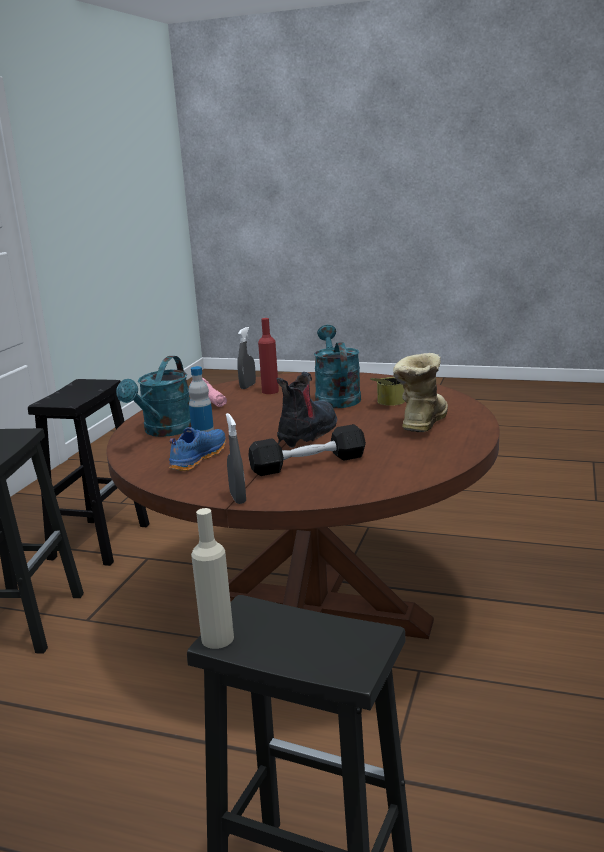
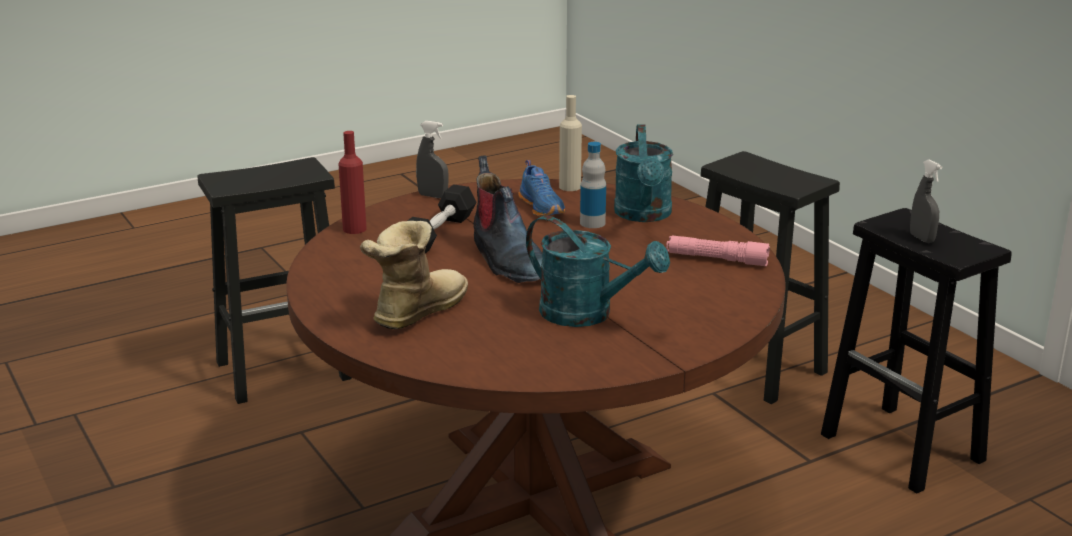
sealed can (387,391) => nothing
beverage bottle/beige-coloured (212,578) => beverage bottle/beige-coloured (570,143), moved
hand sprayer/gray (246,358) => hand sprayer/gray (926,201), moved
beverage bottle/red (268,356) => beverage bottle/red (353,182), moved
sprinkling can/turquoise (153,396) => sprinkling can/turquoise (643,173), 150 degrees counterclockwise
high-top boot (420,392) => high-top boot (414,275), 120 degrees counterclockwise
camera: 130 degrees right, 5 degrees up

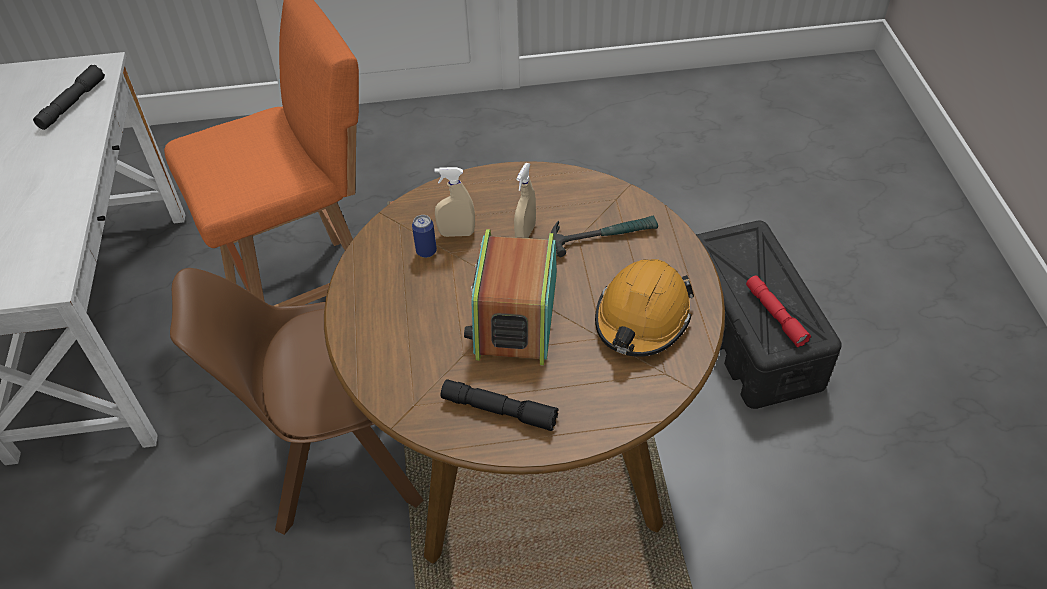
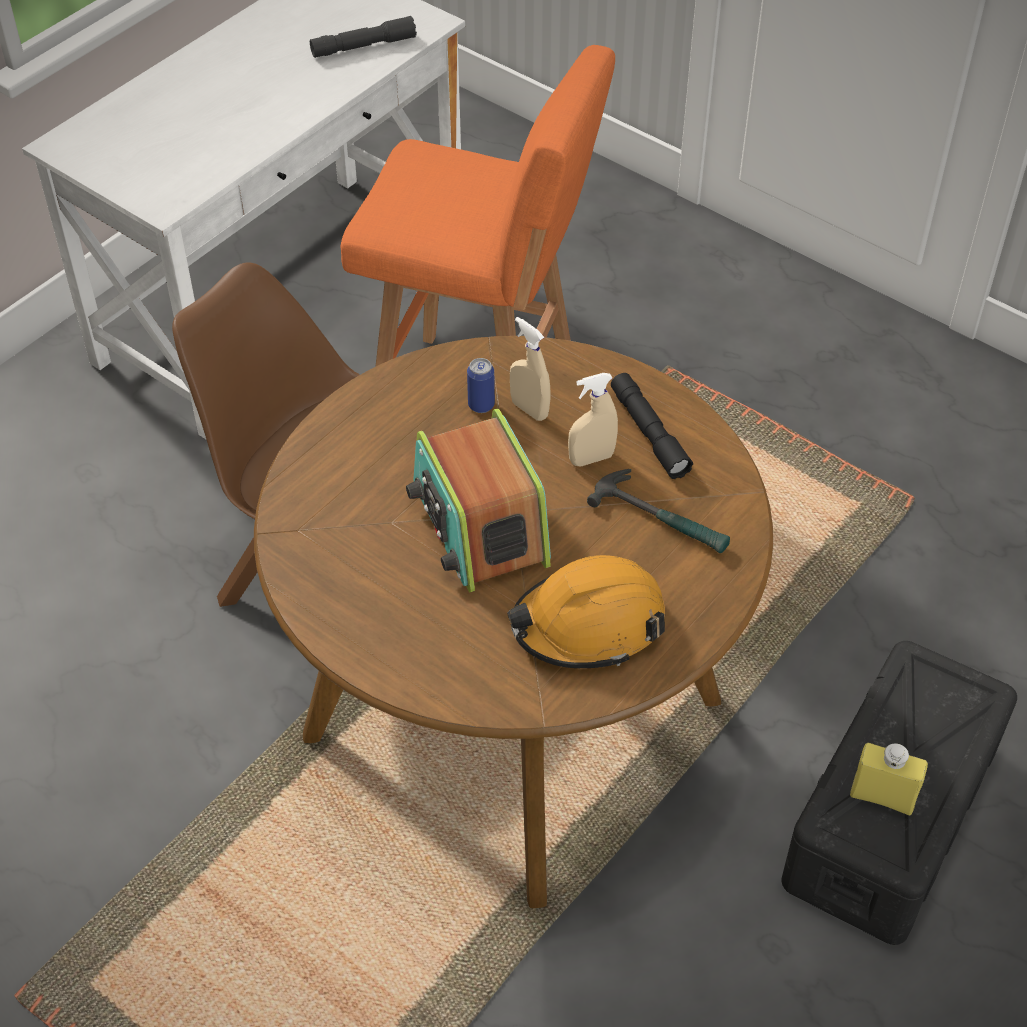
torch/black (500,405) => torch/black (652,426), moved
torch/red (778,311) => beverage bottle/yellowish (889,779)
radio (510,297) => radio (478,500), 75 degrees counterclockwise
camera: 45 degrees right, 0 degrees up

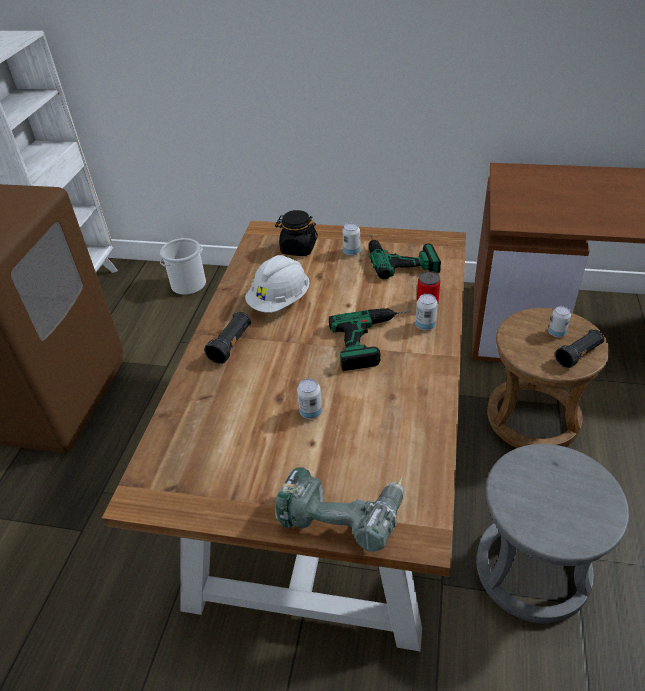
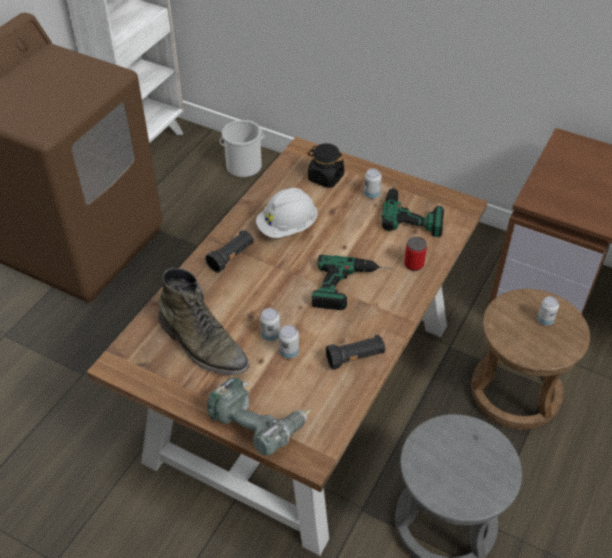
nothing => high-top boot/green (204,321)
sealed can (427,312) => sealed can (289,342), moved
torch/black (579,348) => torch/black (355,351), moved
camera: 15 degrees right, 5 degrees up

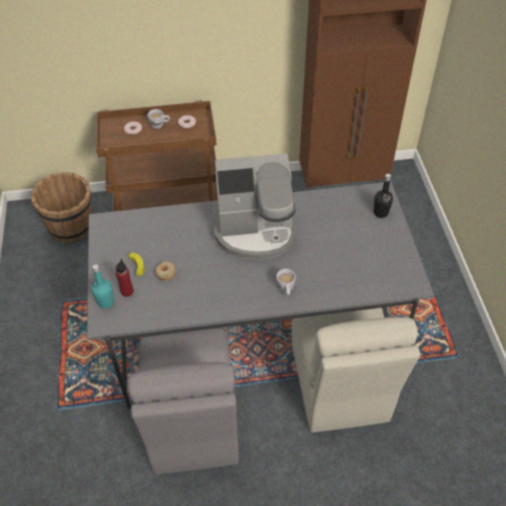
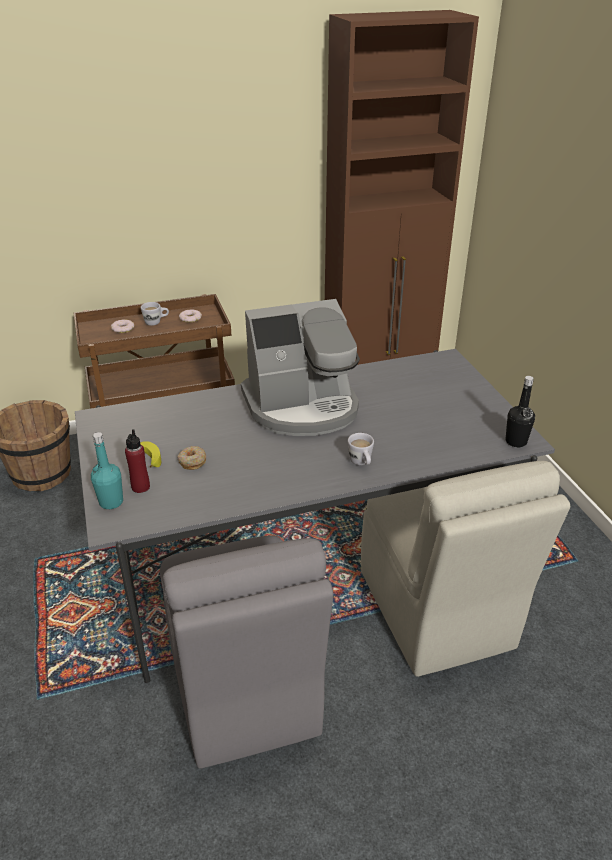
beverage bottle/black (383,196) => beverage bottle/black (520,411), moved
camera: 10 degrees left, 15 degrees down

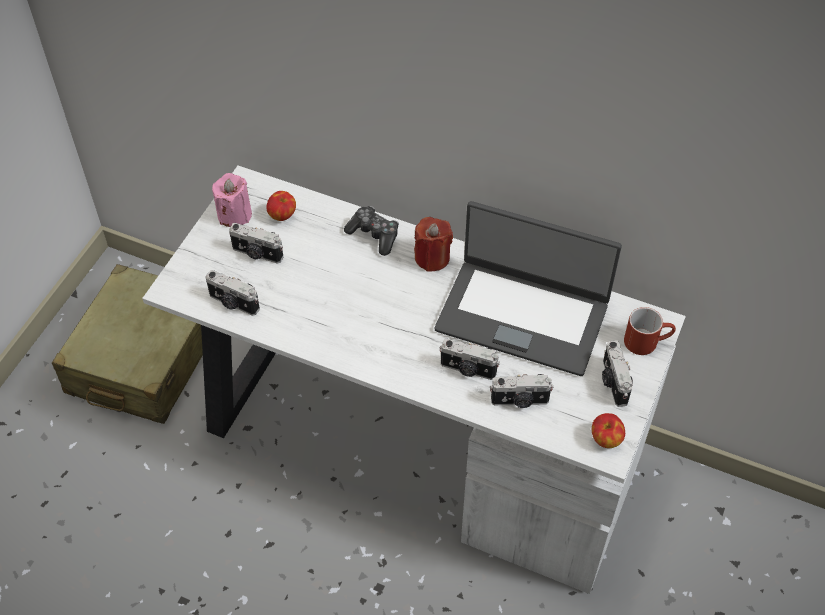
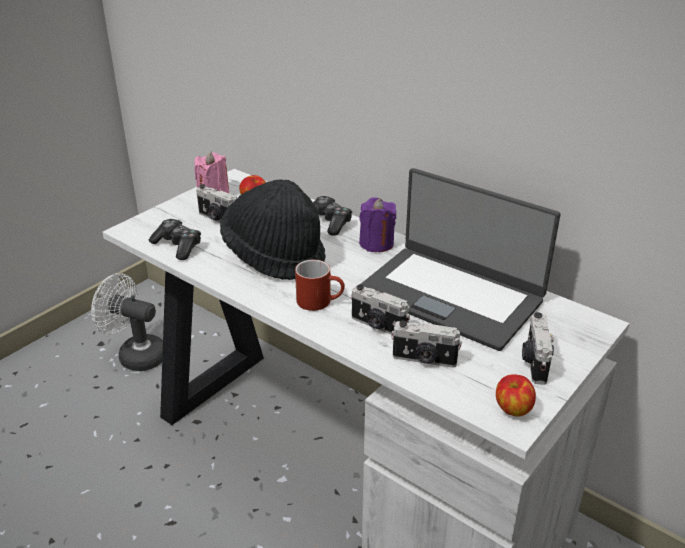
nothing => hat/black (273,229)
coffee mug/red (650,331) => coffee mug/red (320,285), moved
suitcase/beige-coloured (127,344) => electric fan/white-coloured (127,322)
photo camera (233,293) => game controller (175,239)
wax light/red (433,244) => wax light/purplish (378,224)
camera: 15 degrees right, 20 degrees down

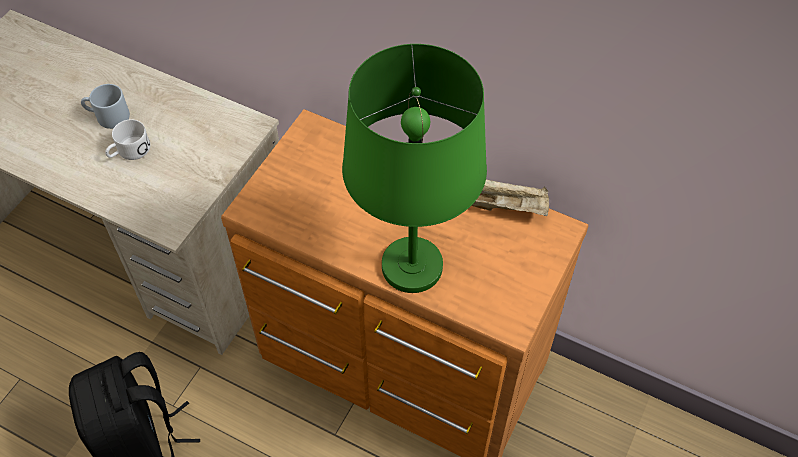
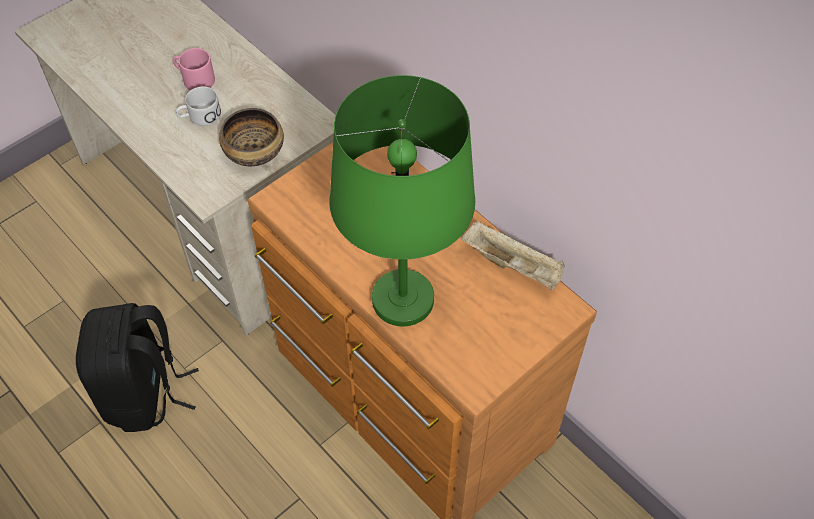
nothing => serving bowl (251,137)
coffee mug/gray (105,106) => coffee mug/pink-coloured (194,69)
camera: 20 degrees right, 0 degrees up

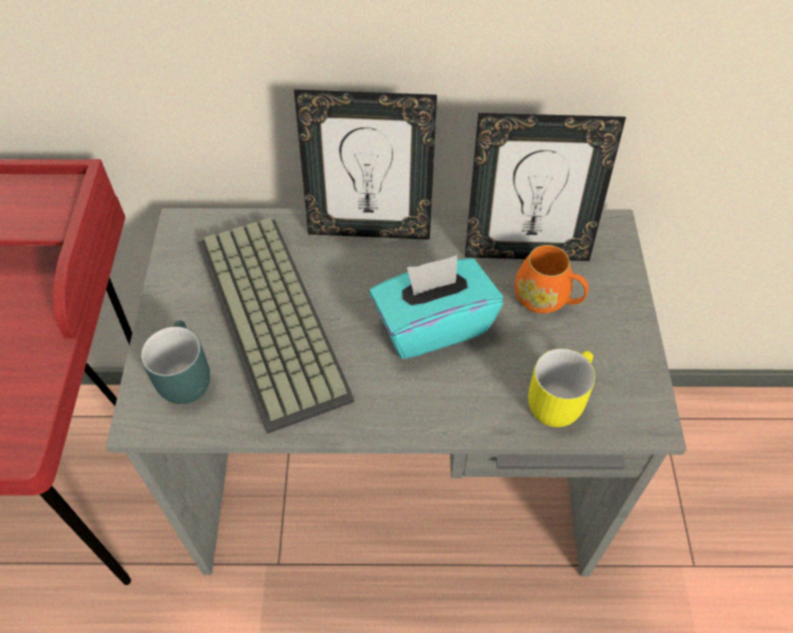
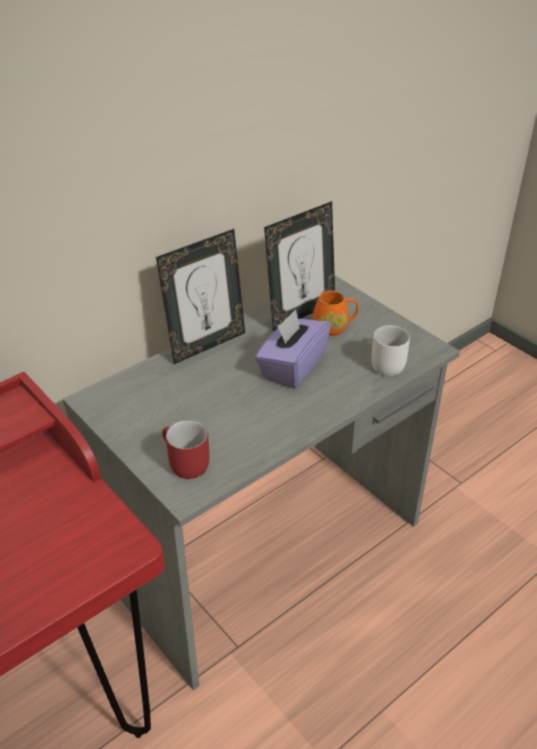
computer keyboard (276,326) => nothing
coffee mug/turquoise (175,362) => coffee mug/red (186,449)
box of tissues/turquoise (436,307) => box of tissues/purplish (293,349)
coffee mug/yellowish (561,387) => coffee mug/white-coloured (390,350)
camera: 40 degrees left, 15 degrees down

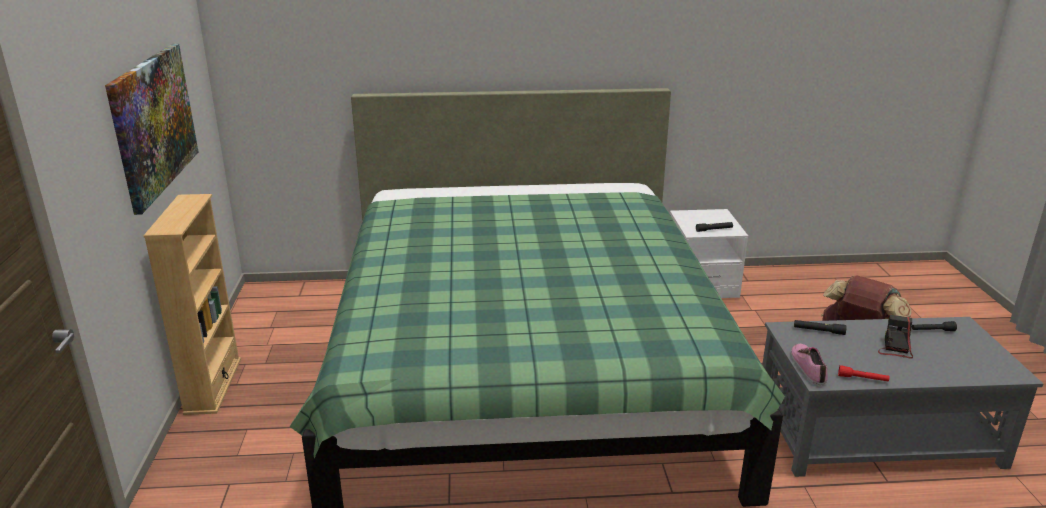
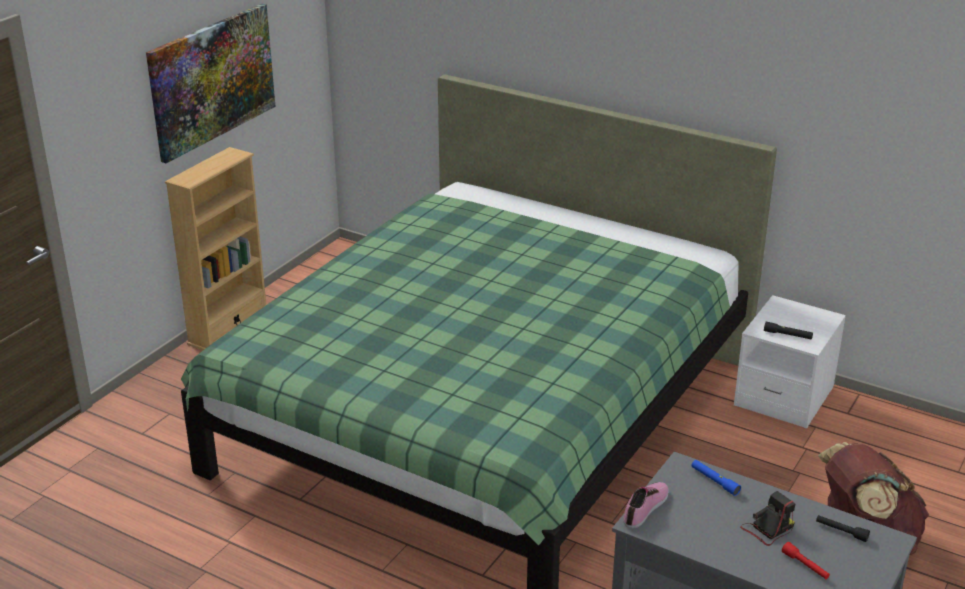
torch/red (863,373) => torch/red (806,560), moved
torch/black (820,327) => torch/blue (716,478)
camera: 35 degrees right, 5 degrees up

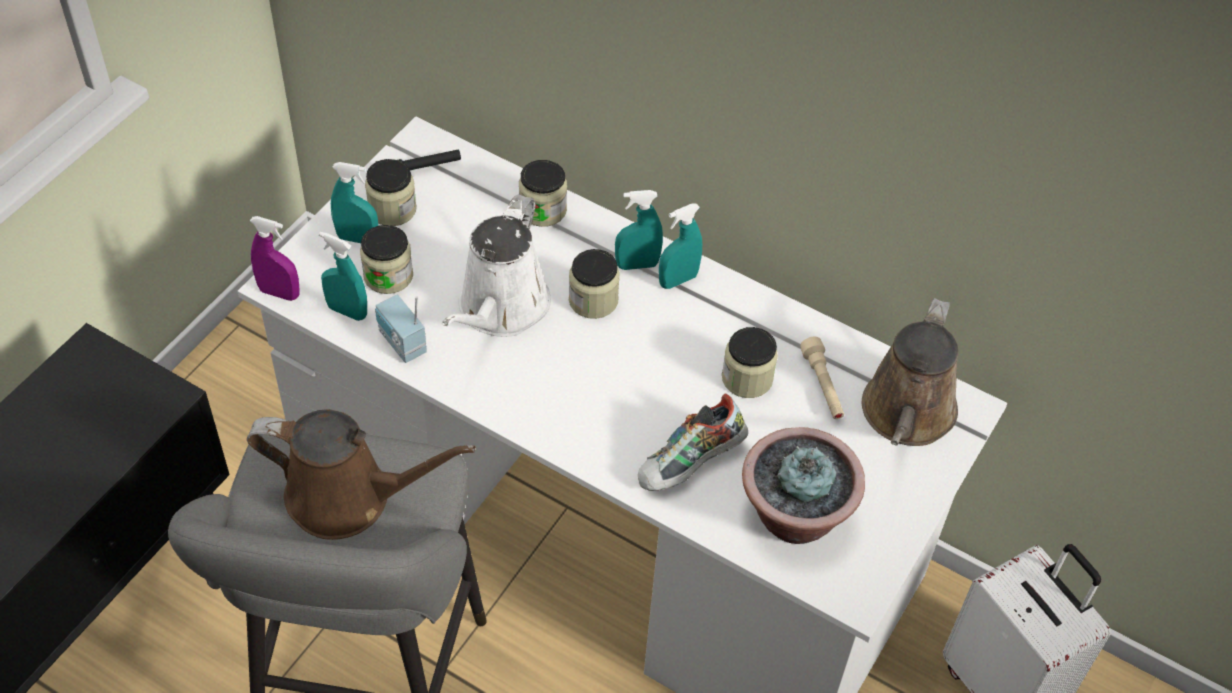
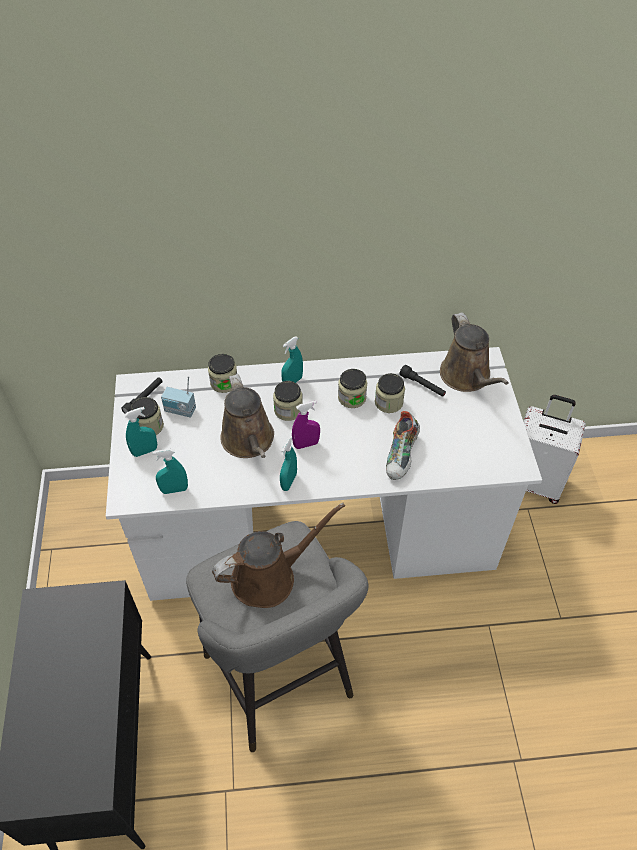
potted plant (803,485) => nothing
hand sprayer/purplish (274,258) => hand sprayer/purplish (306,425), moved
storage jar (386,259) => storage jar (352,388), moved
radio (401,328) => radio (178,397), moved
hand sprayer/turquoise (680,246) => hand sprayer/turquoise (288,463), moved
sprinkling can/white-coloured (496,265) => sprinkling can/brownish (247,416)
torch/beige-coloured (822,378) => torch/black (422,381)
camera: 35 degrees left, 0 degrees up

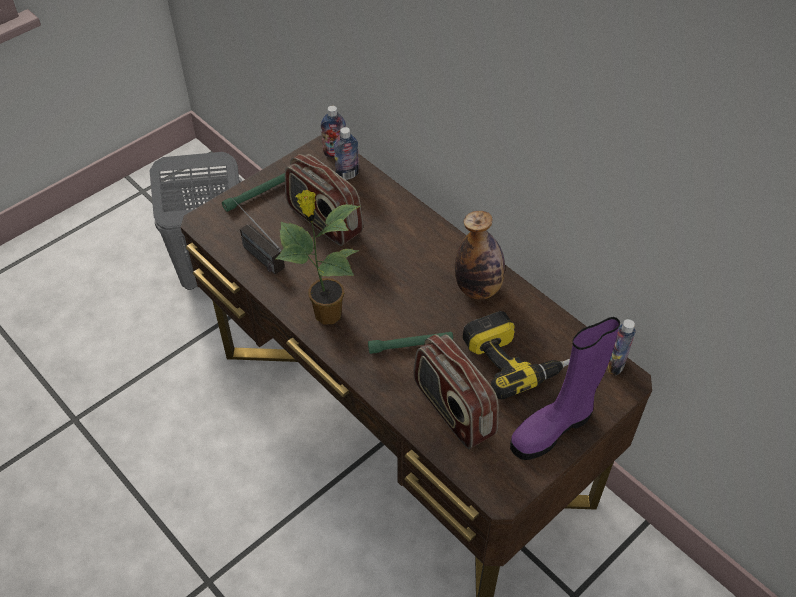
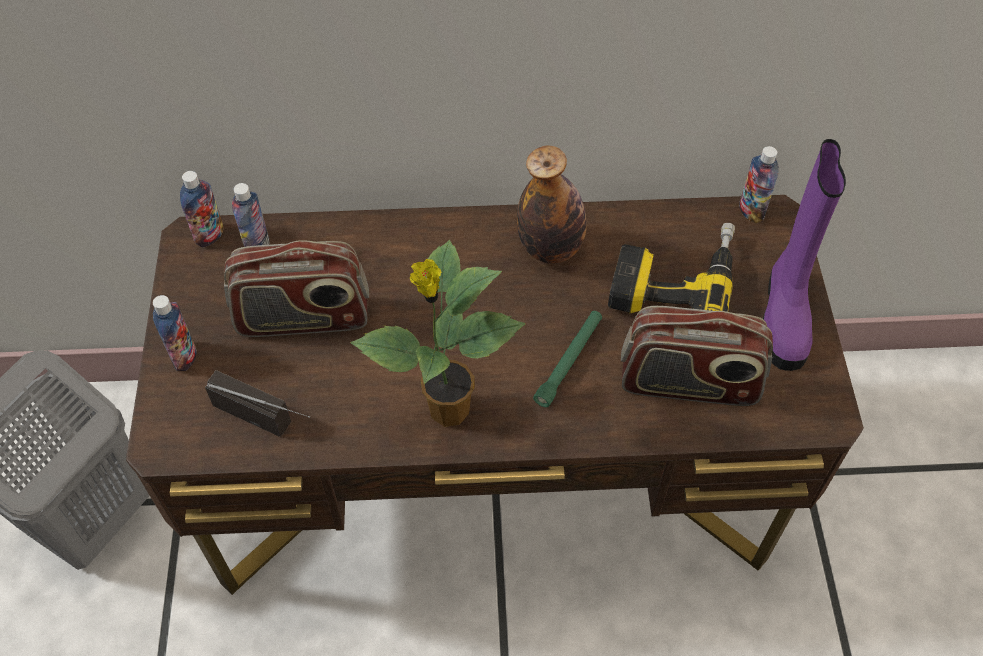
torch/green (253,192) => beverage bottle (174,333)
radio (256,234) => radio (257,403), 150 degrees counterclockwise
camera: 50 degrees left, 5 degrees up

